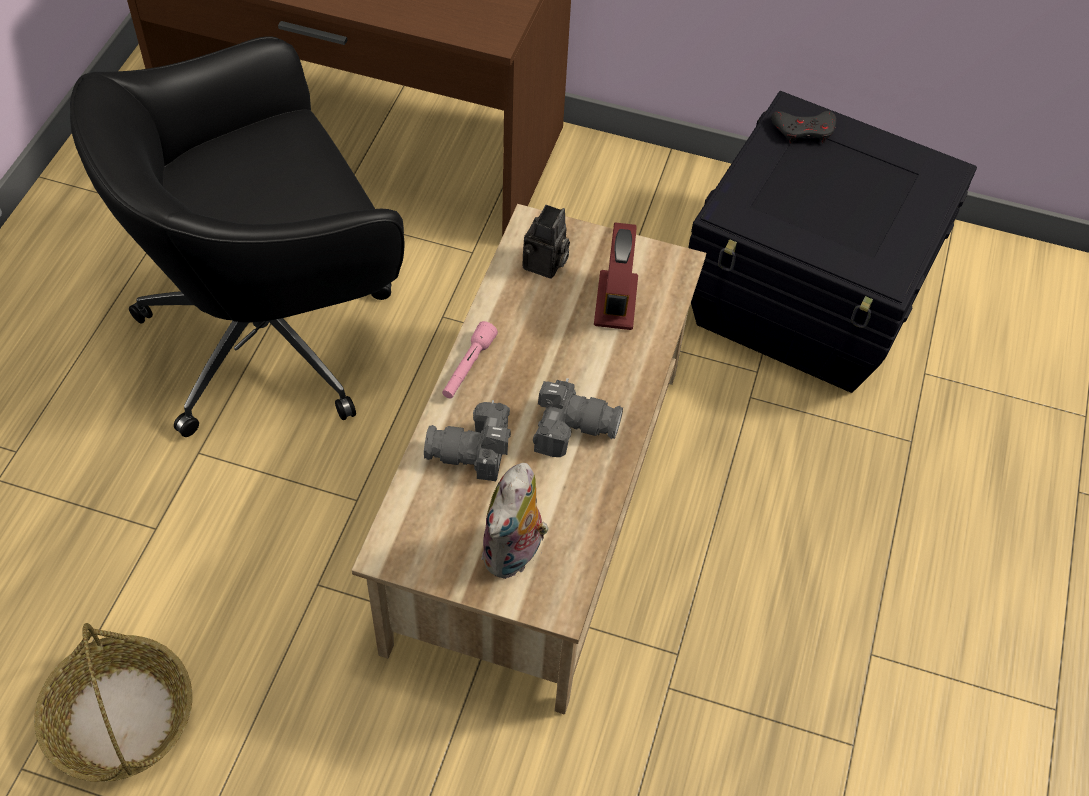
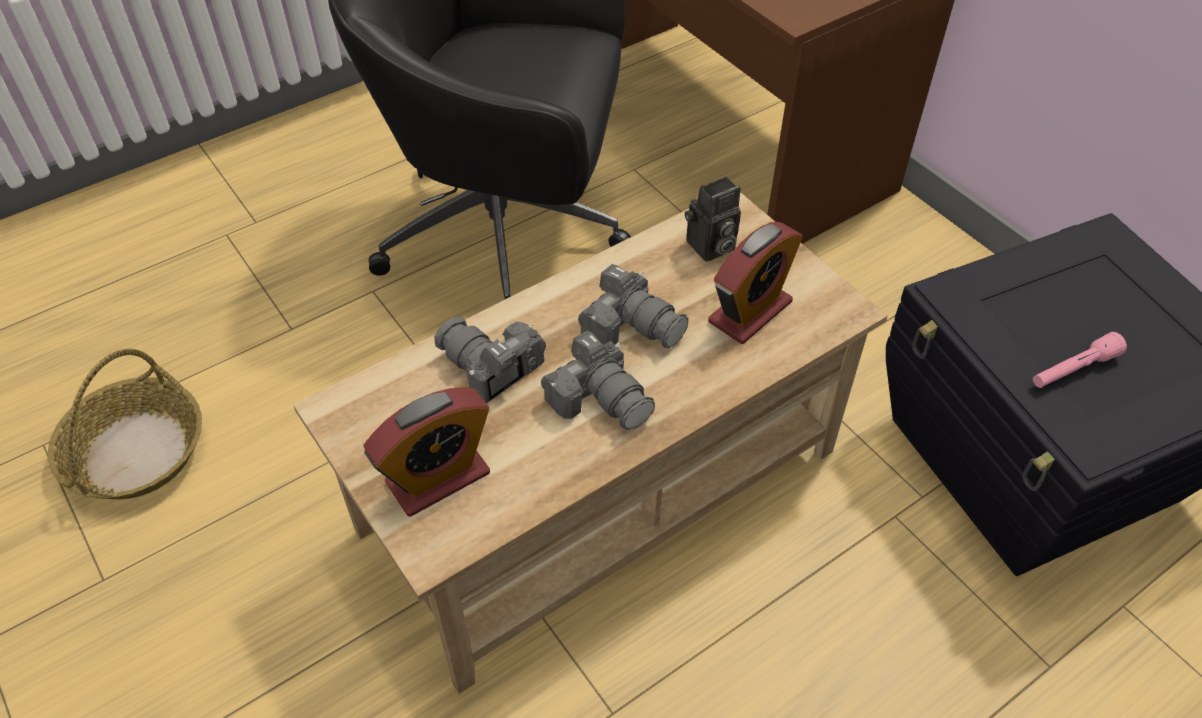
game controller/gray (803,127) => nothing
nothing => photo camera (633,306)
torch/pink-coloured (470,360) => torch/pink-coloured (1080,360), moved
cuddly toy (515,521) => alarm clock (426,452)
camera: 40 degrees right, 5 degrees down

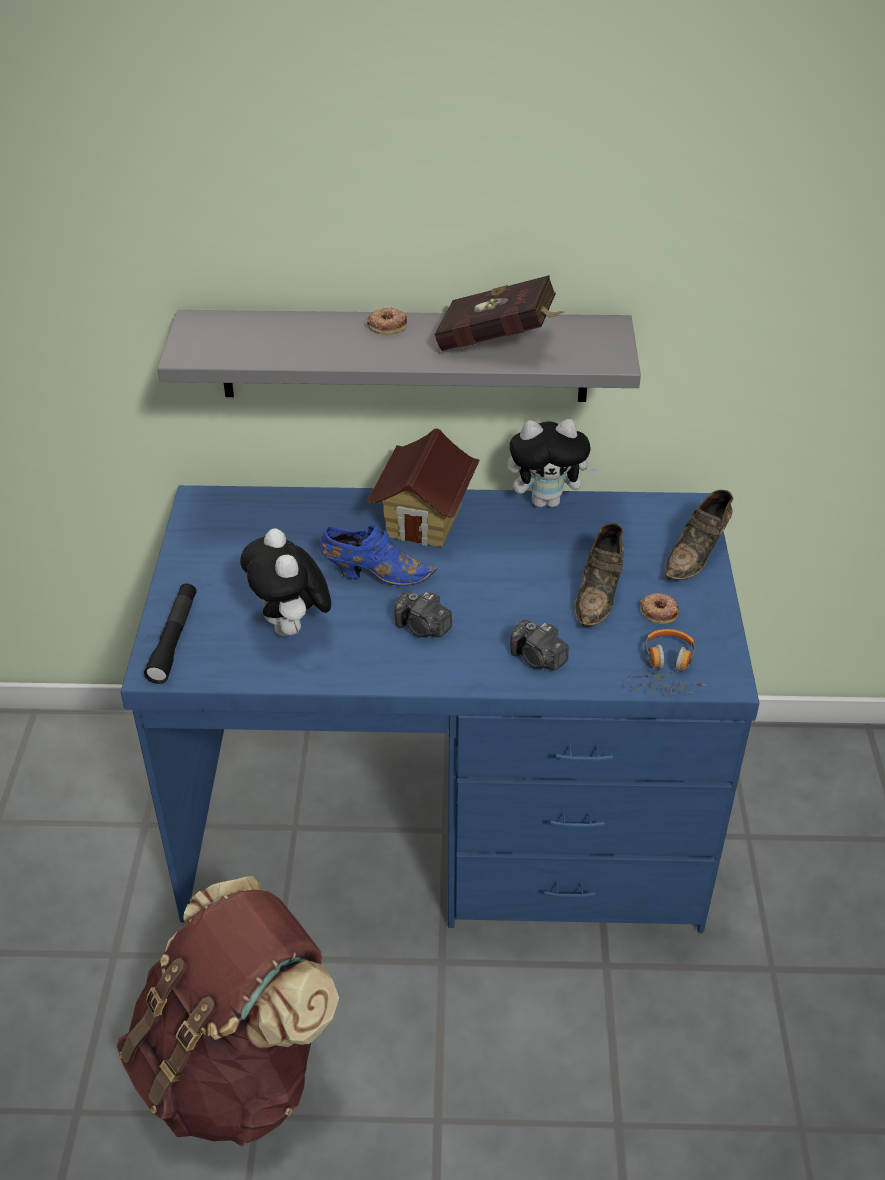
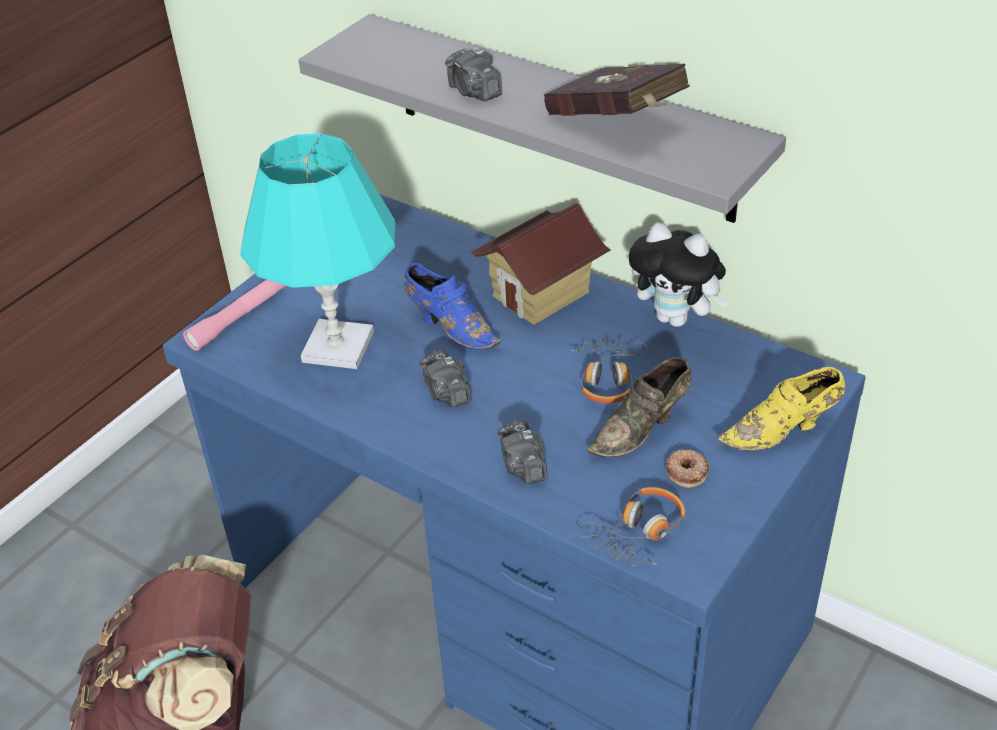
doughnut (387,321) => nothing
nothing => photo camera (473,74)
nothing => headphones (609,371)
cuddly toy (285,582) => tabletop lamp/turquoise (318,251)
torch/black (170,634) => torch/pink-coloured (234,315)
shoe/brownish (699,535) => shoe/yellowish (781,409)
camera: 35 degrees right, 0 degrees up

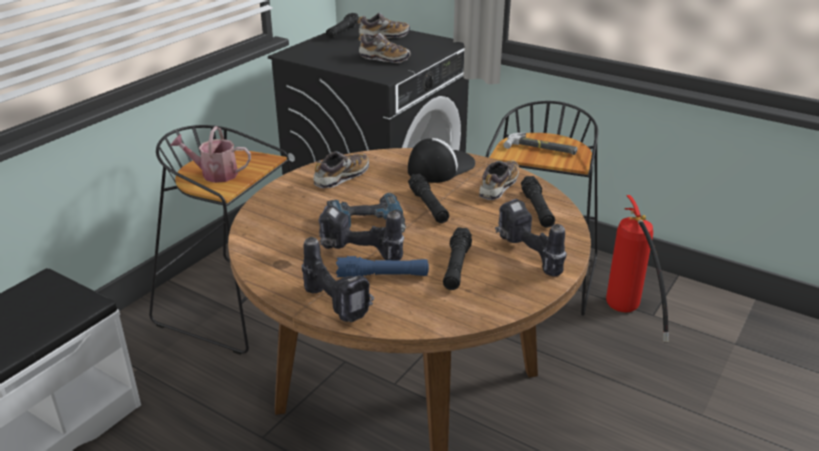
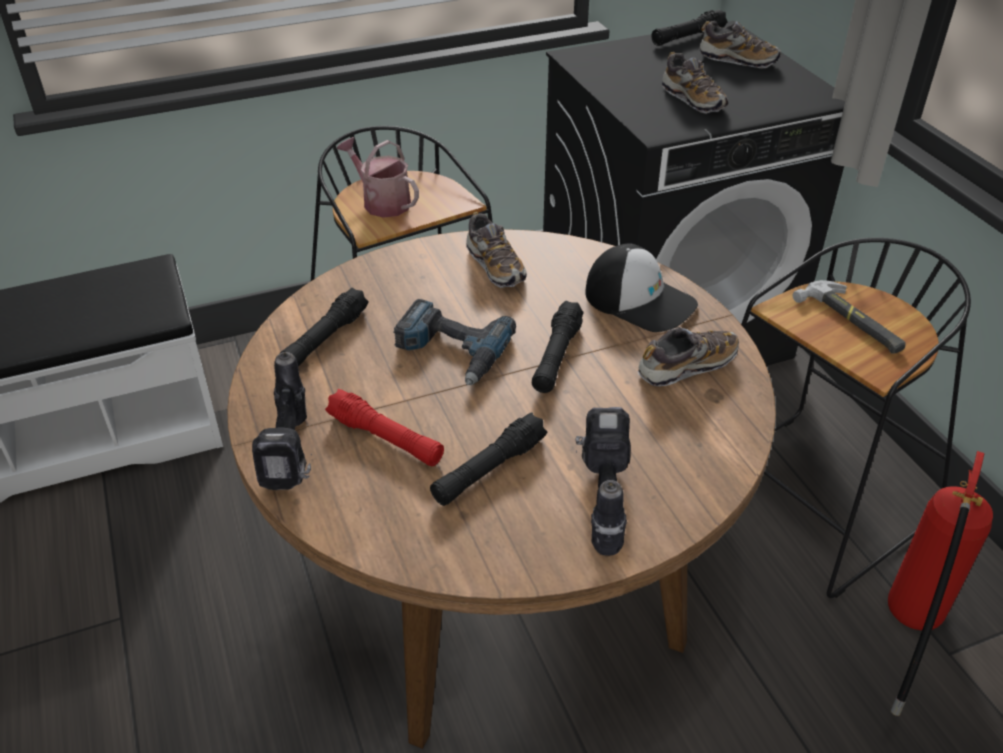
drill (361,233) => nothing
torch/black (538,202) => torch/black (324,327), moved
torch/blue (382,266) => torch/red (384,427)
shoe (341,169) => shoe (496,250), 75 degrees clockwise
cap (441,160) => cap (641,287), 45 degrees clockwise
camera: 35 degrees right, 10 degrees up

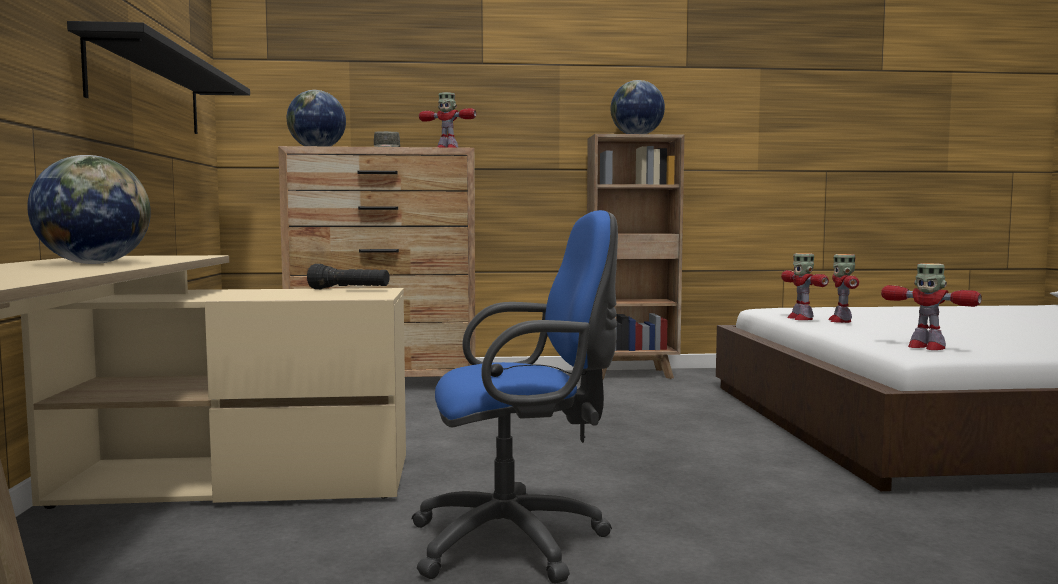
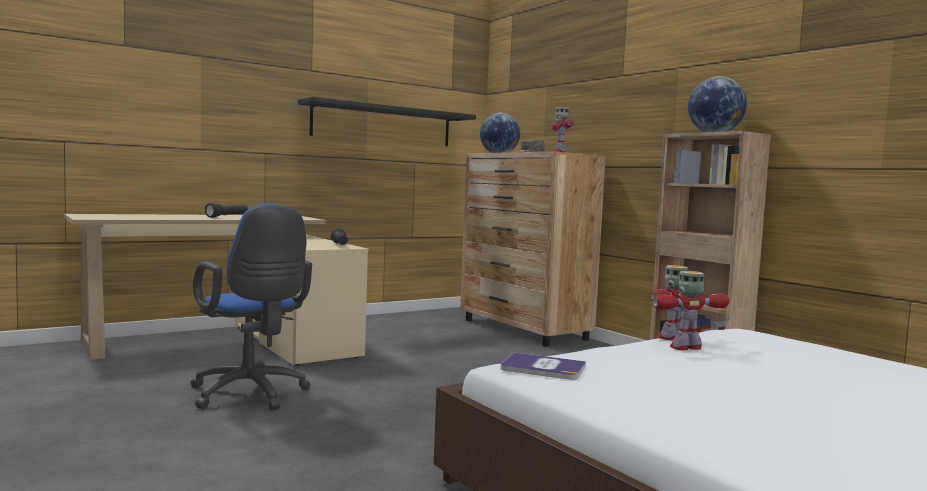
world globe (89,209) => torch/black (226,210)
robot figure (931,306) => volume (543,366)
camera: 60 degrees right, 0 degrees up

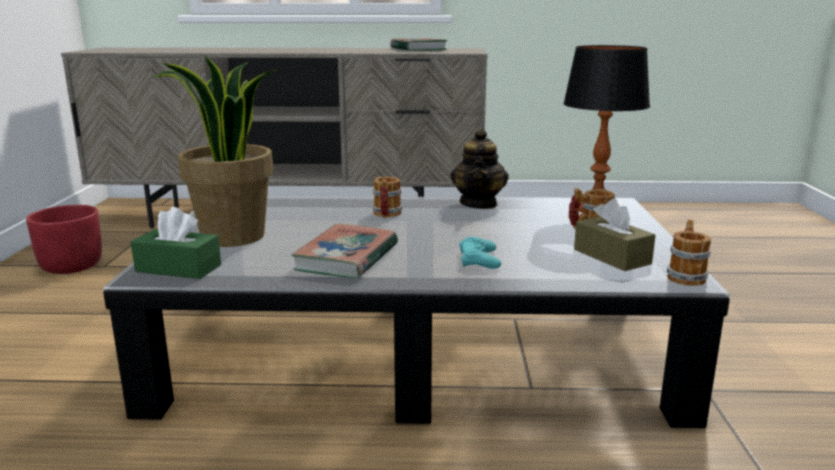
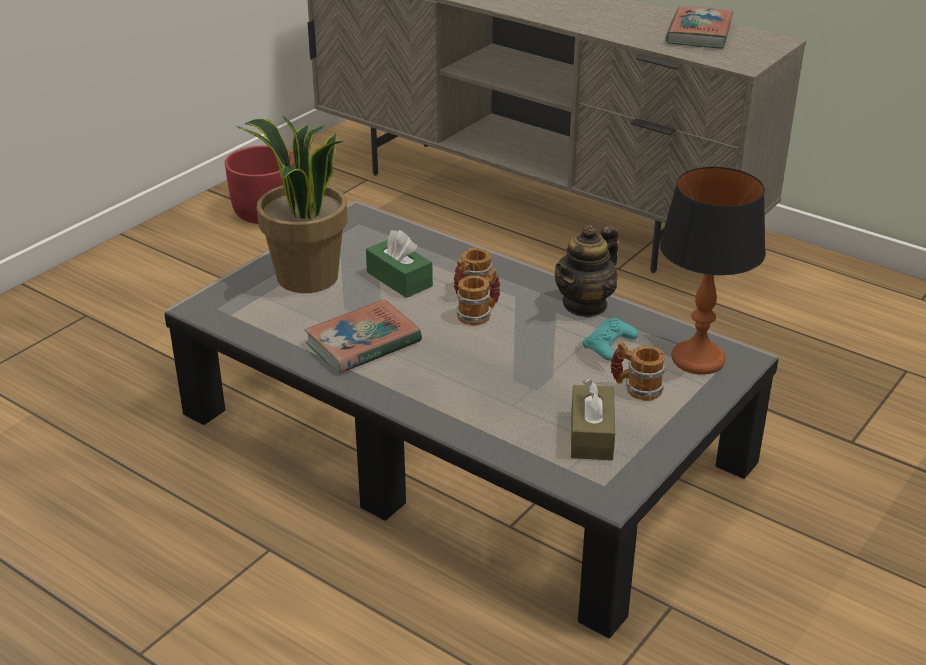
box of tissues/green (176,243) => box of tissues/green (399,264), moved
game controller/turquoise (480,253) => game controller/turquoise (610,339), moved
coffee mug (689,253) => coffee mug (478,297), moved
camera: 35 degrees right, 15 degrees up

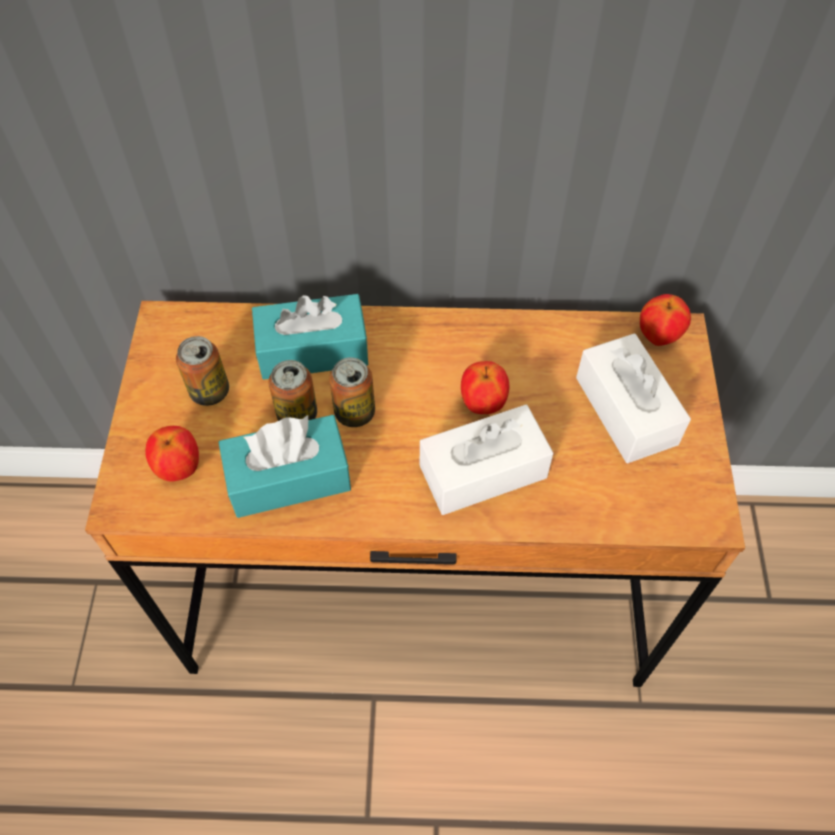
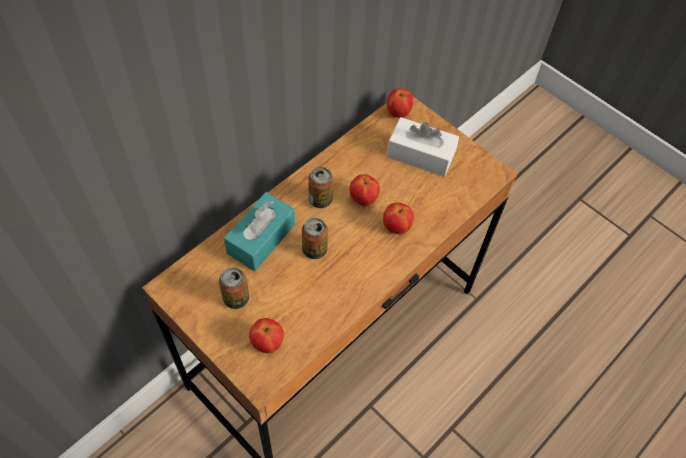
box of tissues/turquoise (284,466) => nothing
sealed can (292,390) => sealed can (321,187), moved
box of tissues/white-coloured (486,460) => apple fruit (398,218)
camera: 50 degrees left, 0 degrees up

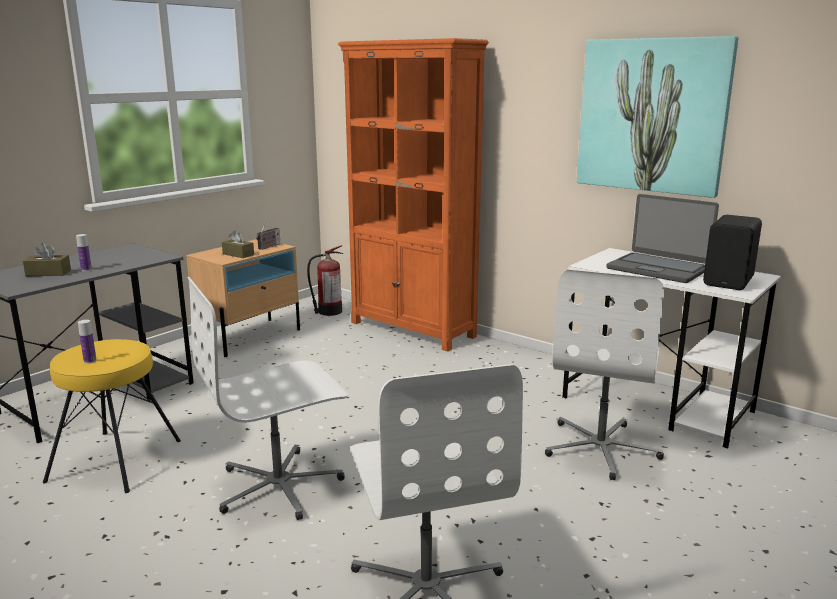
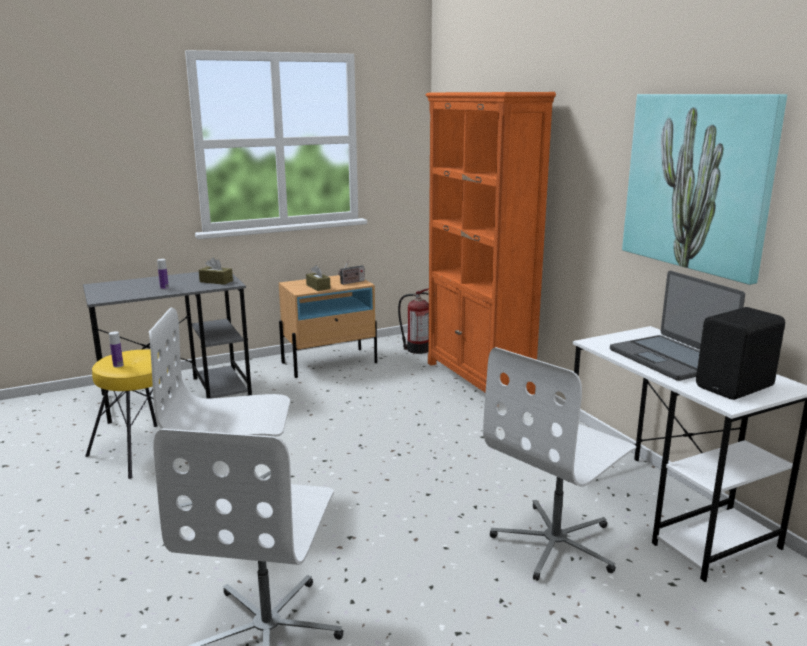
box of tissues/brownish (47,260) => box of tissues/brownish (216,271), moved
camera: 25 degrees right, 0 degrees up

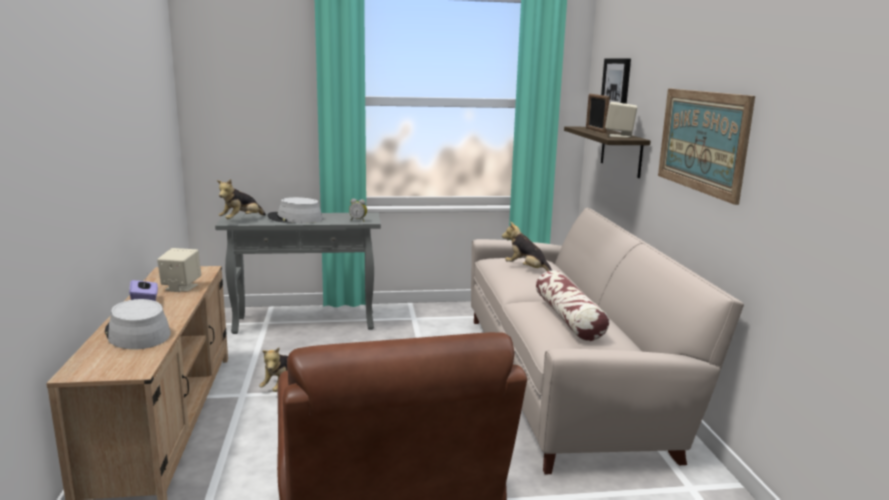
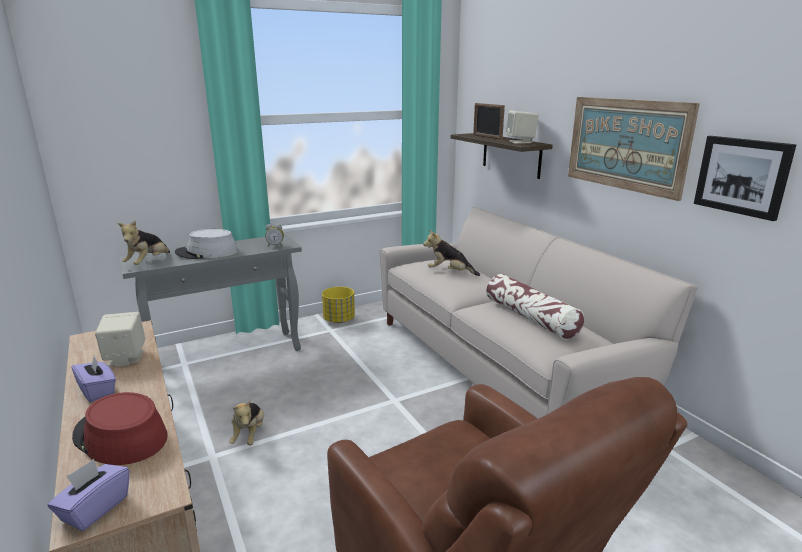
nothing => box of tissues/purplish (88,495)
nothing => plant pot/yellowish (338,305)
wall picture (616,81) => wall picture (745,178), moved
hat/gray (138,324) => hat/red (120,428)
camera: 20 degrees left, 5 degrees up

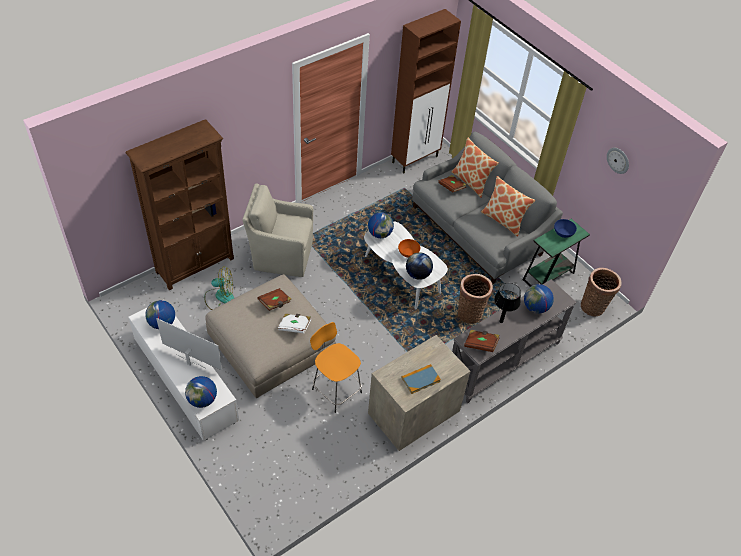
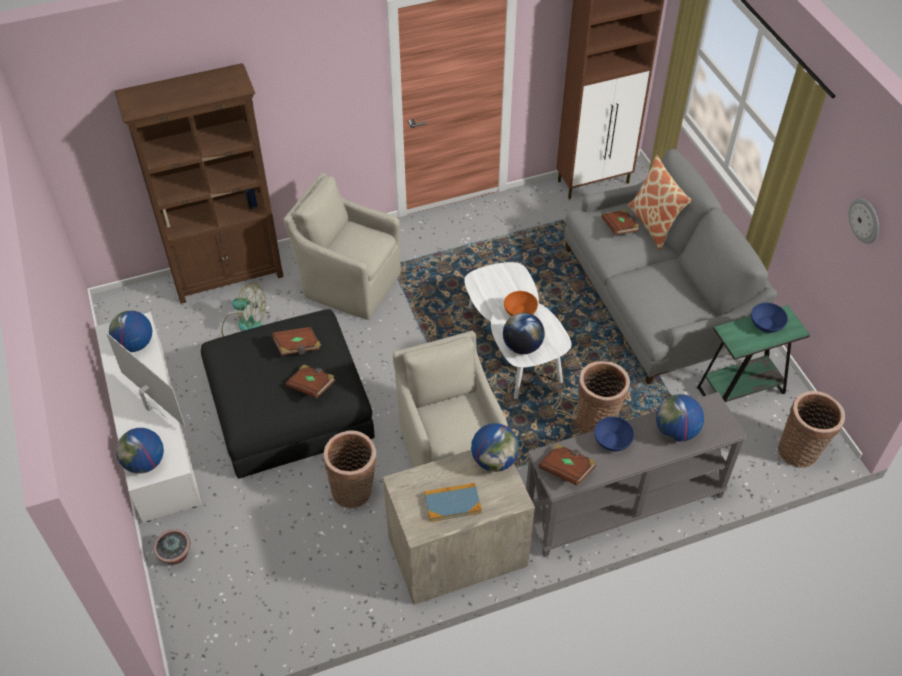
pillow (508,206) => nothing
nothing => potted plant (171,546)
nothing => easy chair/beige-coloured (450,399)
world globe (381,225) => world globe (495,447), moved
stool seat/orange-coloured (336,367) => household basket (350,469)
tabletop lamp/black (507,303) => serving bowl/blue (614,434)
ottoman/beige-coloured (270,336) => ottoman/black (288,394)
volume/white-coloured (294,323) => volume/brownish (310,381)
camera: 20 degrees right, 0 degrees up

